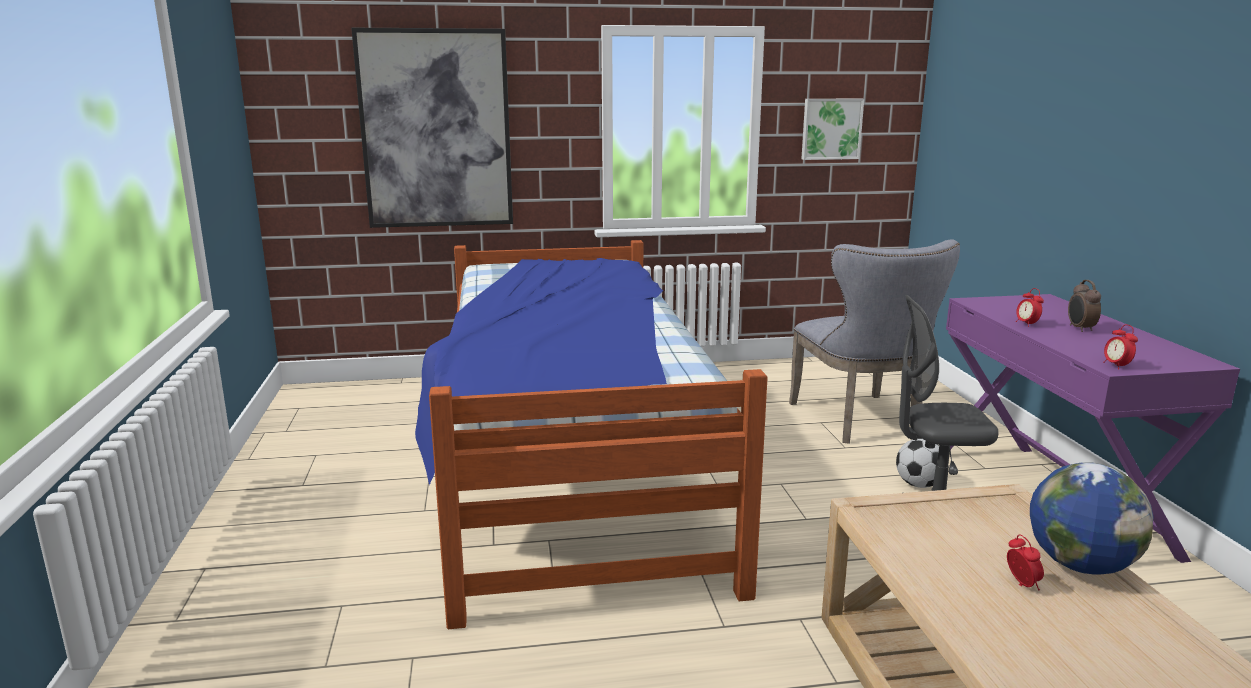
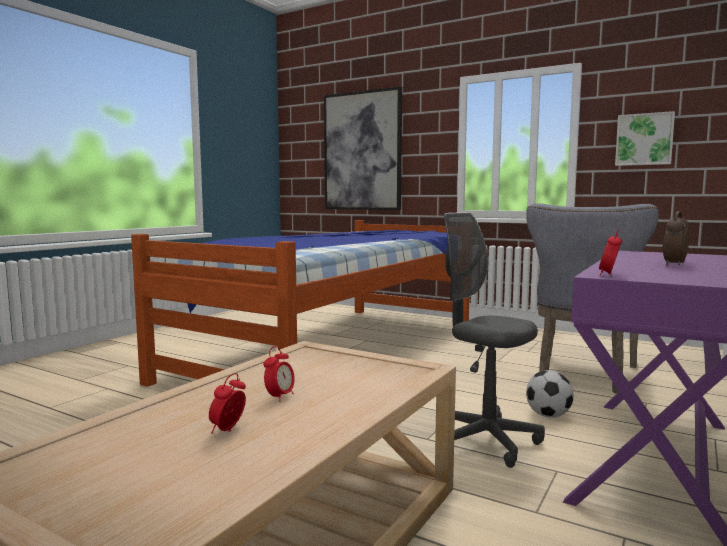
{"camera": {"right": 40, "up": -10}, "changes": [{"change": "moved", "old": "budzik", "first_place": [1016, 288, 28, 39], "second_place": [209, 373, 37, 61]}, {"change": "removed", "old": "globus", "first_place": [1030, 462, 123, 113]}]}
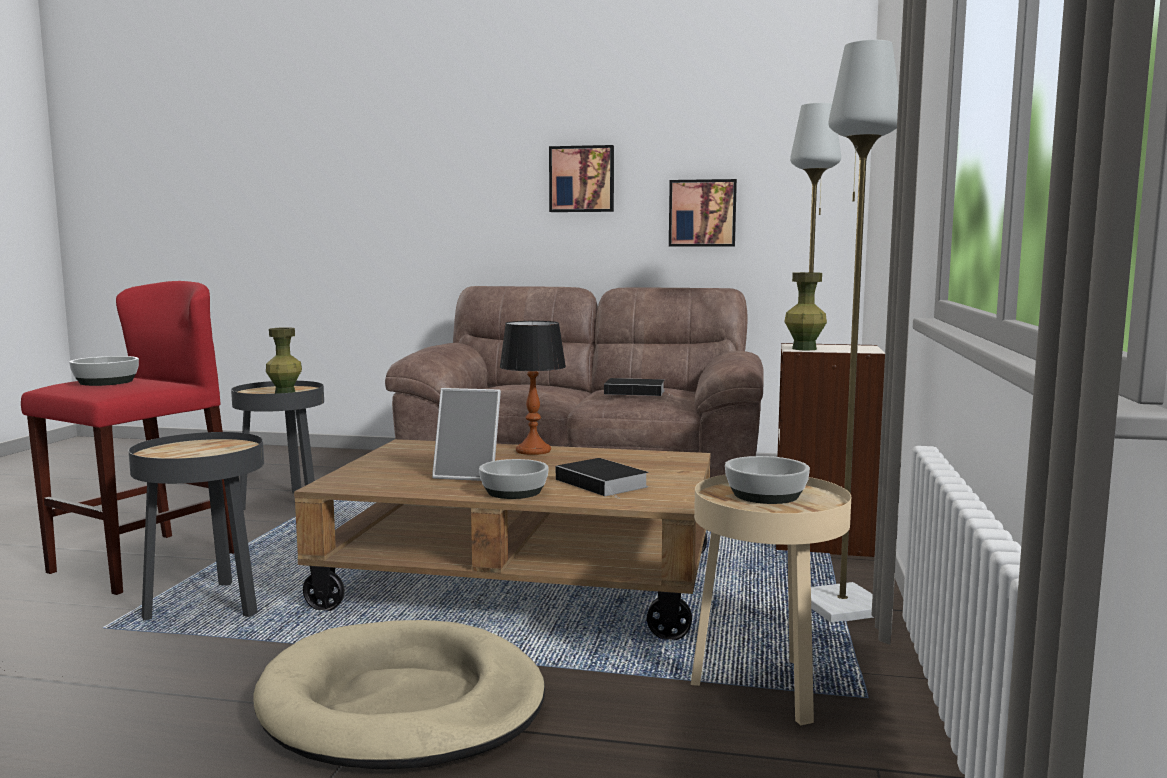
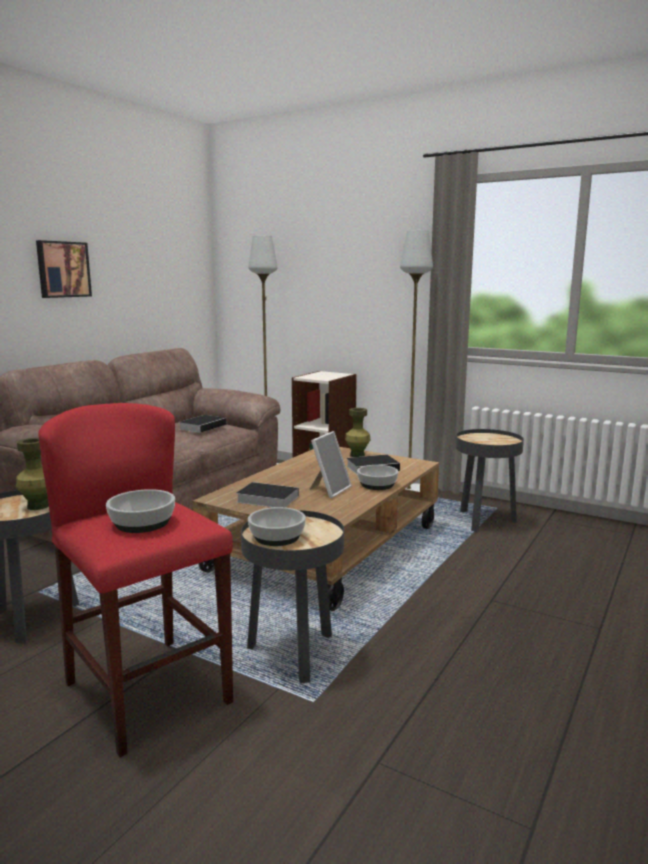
{"camera": {"right": -70, "up": 5}, "changes": [{"change": "removed", "old": "legowisko (beżowy)", "first_place": [253, 620, 292, 150]}, {"change": "removed", "old": "lampa stołowa", "first_place": [499, 321, 67, 134]}, {"change": "removed", "old": "obraz", "first_place": [669, 179, 68, 68]}, {"change": "recoloured", "old": "stolik (beżowy)", "new": "stolik (czarny)", "first_place": [691, 474, 160, 251], "second_place": [455, 429, 69, 104]}, {"change": "moved", "old": "miska", "first_place": [725, 456, 85, 48], "second_place": [248, 507, 58, 39]}, {"change": "moved", "old": "wazon (zielony)", "first_place": [784, 272, 43, 78], "second_place": [345, 408, 25, 49]}, {"change": "added", "new": "książka", "second_place": [237, 482, 62, 26]}]}
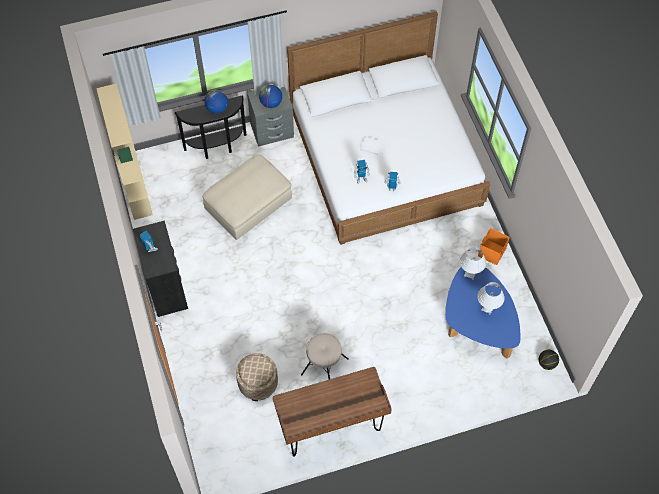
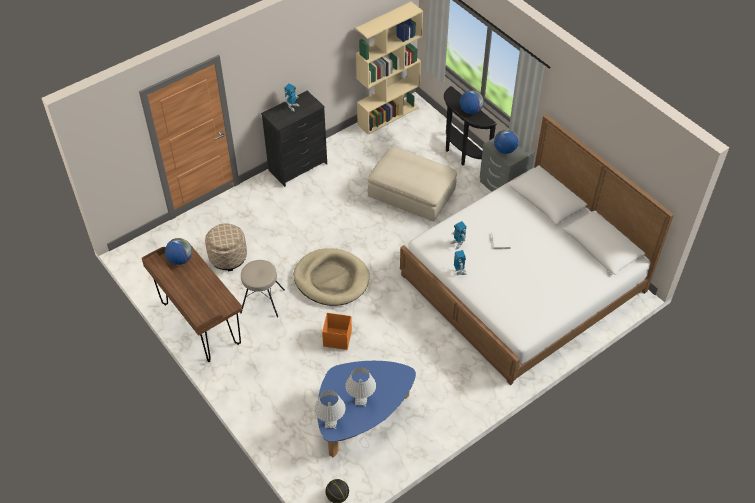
{"camera": {"right": 70, "up": -10}, "changes": [{"change": "moved", "old": "lampa stołowa (biały)", "first_place": [460, 247, 26, 32], "second_place": [314, 390, 32, 39]}, {"change": "moved", "old": "pojemnik do przechowywania (pomarańczowy)", "first_place": [478, 228, 32, 37], "second_place": [322, 313, 30, 37]}, {"change": "added", "new": "globus", "second_place": [165, 238, 27, 27]}, {"change": "added", "new": "legowisko (beżowy)", "second_place": [294, 248, 76, 58]}]}
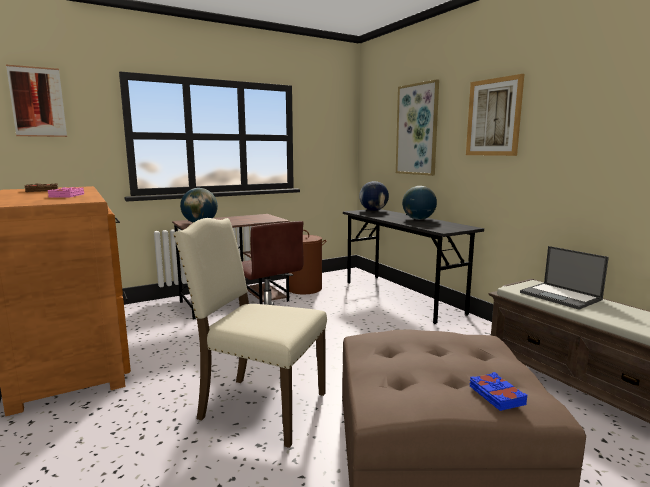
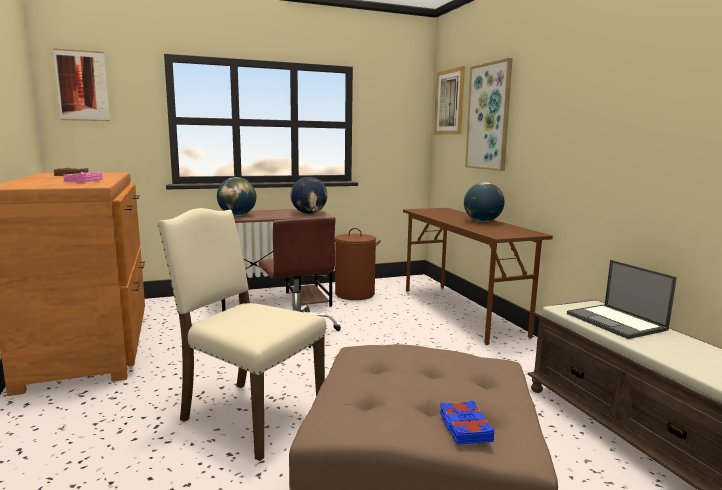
{"camera": {"right": 10, "up": 0}, "changes": [{"change": "recoloured", "old": "biurko (szary)", "new": "biurko (brązowy)", "first_place": [343, 209, 141, 115], "second_place": [403, 208, 150, 137]}, {"change": "moved", "old": "globus", "first_place": [359, 181, 30, 30], "second_place": [290, 177, 38, 37]}, {"change": "moved", "old": "obraz", "first_place": [466, 74, 58, 82], "second_place": [434, 66, 31, 68]}]}
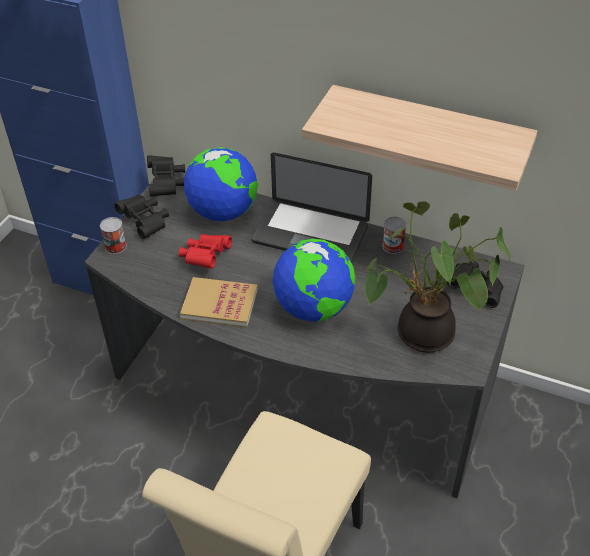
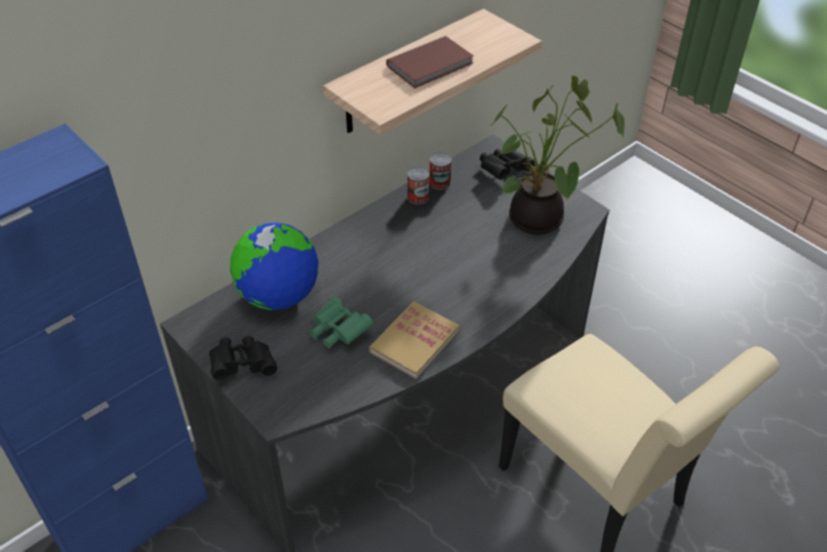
{"camera": {"right": -65, "up": 0}, "changes": [{"change": "moved", "old": "puszka", "first_place": [100, 217, 27, 37], "second_place": [429, 152, 23, 38]}, {"change": "removed", "old": "lornetka (czarny)", "first_place": [147, 155, 38, 42]}, {"change": "recoloured", "old": "lornetka (czerwony)", "new": "lornetka (zielony)", "first_place": [179, 234, 53, 35], "second_place": [309, 296, 65, 53]}, {"change": "removed", "old": "laptop", "first_place": [251, 152, 121, 111]}, {"change": "removed", "old": "globus", "first_place": [272, 239, 83, 83]}, {"change": "added", "new": "książka (brązowy)", "second_place": [386, 36, 88, 52]}]}
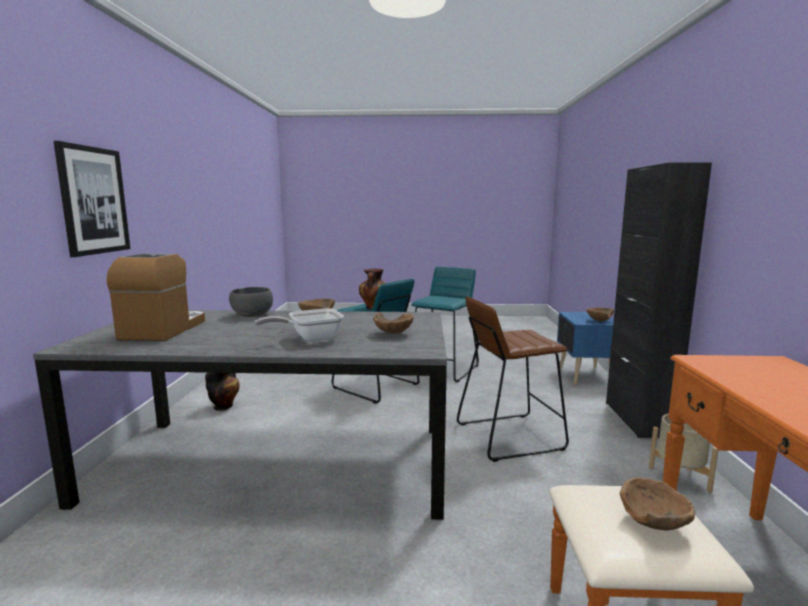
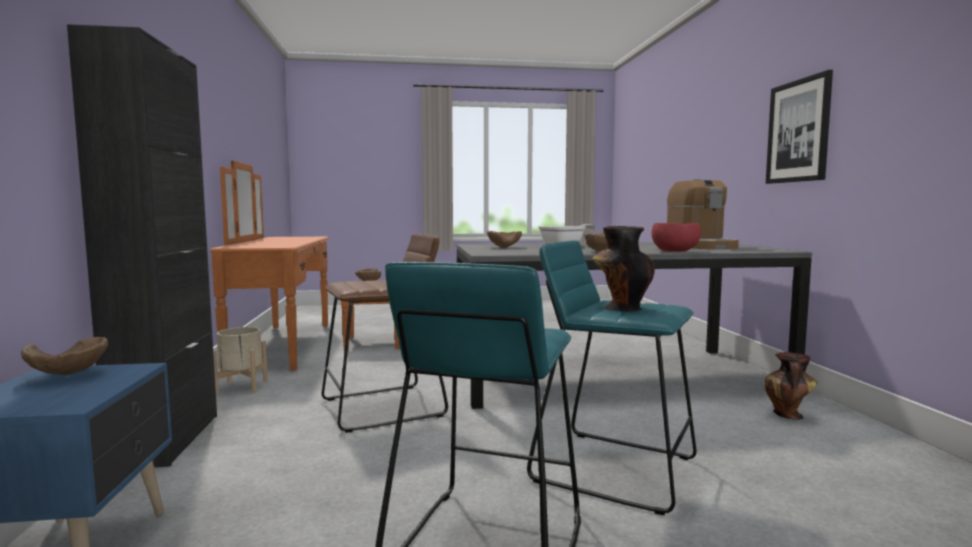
{"camera": {"right": 170, "up": -5}, "changes": [{"change": "recoloured", "old": "miska (szary)", "new": "miska (czerwony)", "first_place": [229, 287, 44, 30], "second_place": [651, 223, 50, 29]}]}
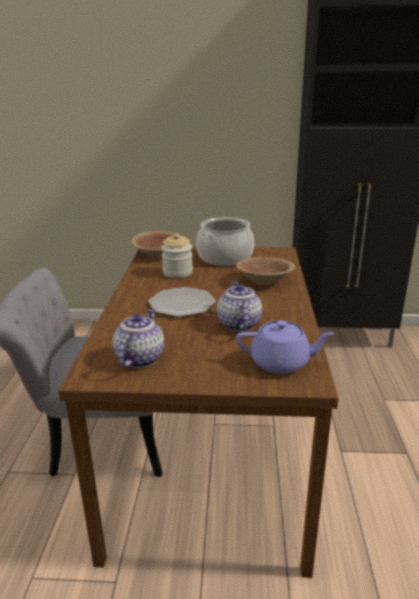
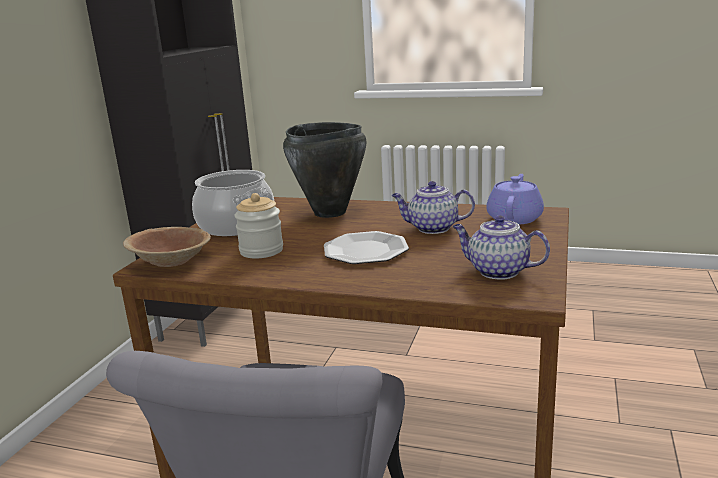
{"camera": {"right": -75, "up": -5}, "changes": [{"change": "replaced", "old": "miska (brązowy)", "new": "garnek (czarny)", "first_place": [236, 257, 59, 28], "second_place": [283, 122, 84, 96]}]}
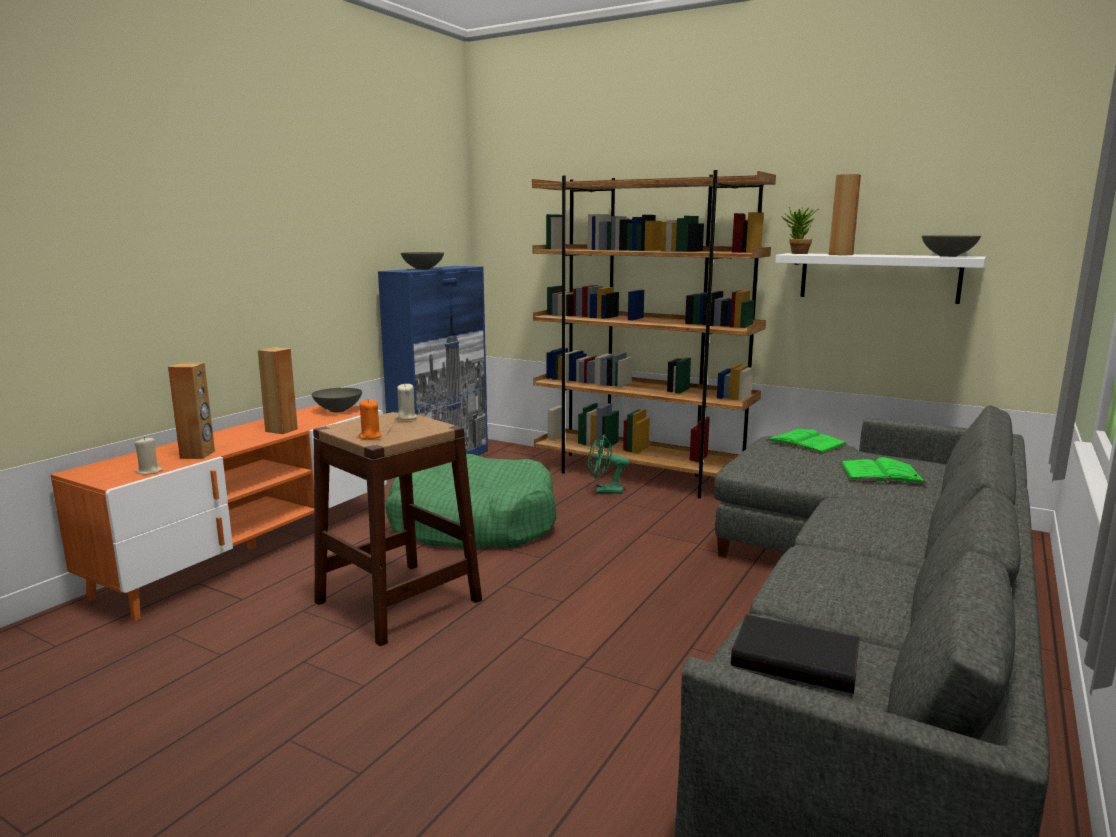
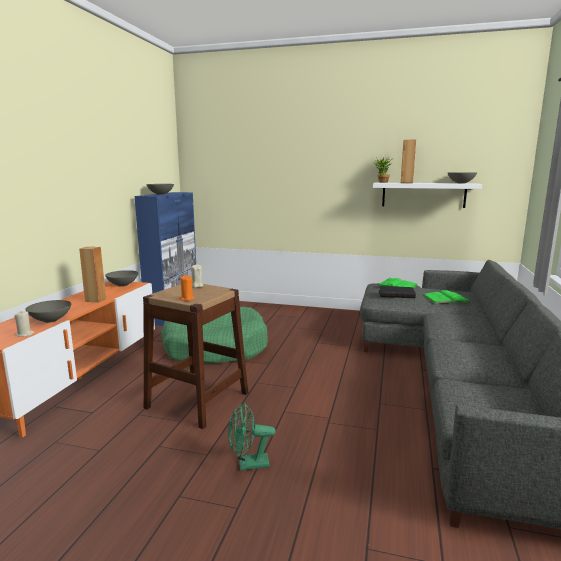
{"camera": {"right": -15, "up": 0}, "changes": [{"change": "replaced", "old": "głośnik (brązowy)", "new": "miska (szary)", "first_place": [168, 363, 47, 96], "second_place": [25, 300, 46, 23]}, {"change": "removed", "old": "regał (brązowy)", "first_place": [532, 170, 244, 328]}, {"change": "moved", "old": "wentylator (zielony)", "first_place": [588, 435, 42, 59], "second_place": [228, 402, 48, 69]}, {"change": "moved", "old": "książka (czarny)", "first_place": [731, 614, 129, 80], "second_place": [379, 286, 37, 12]}]}
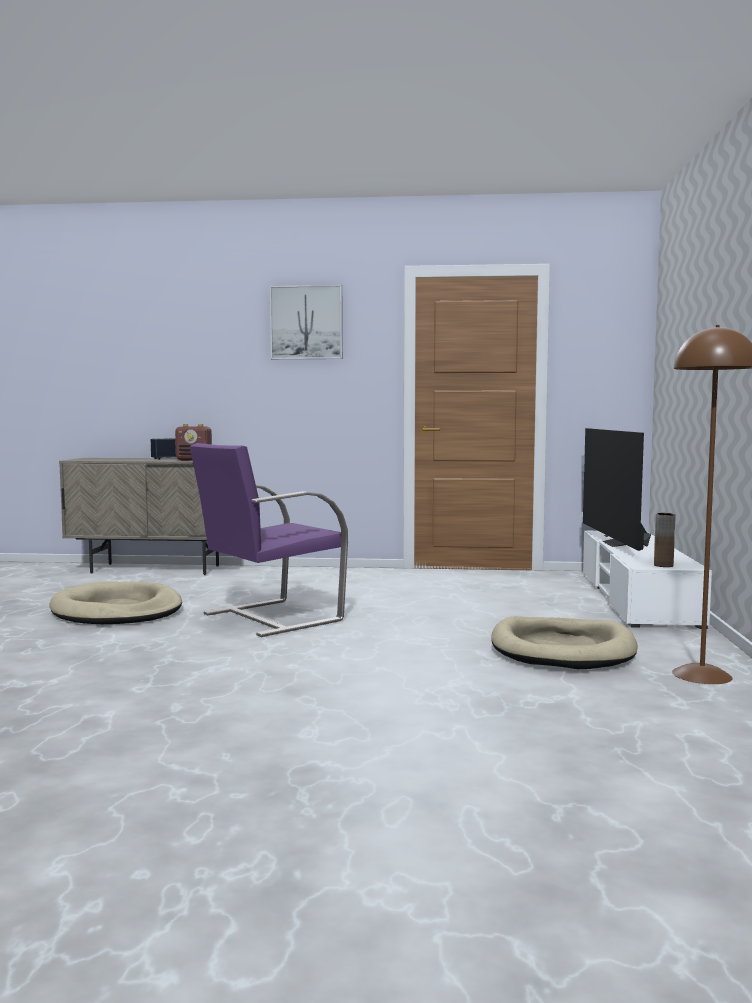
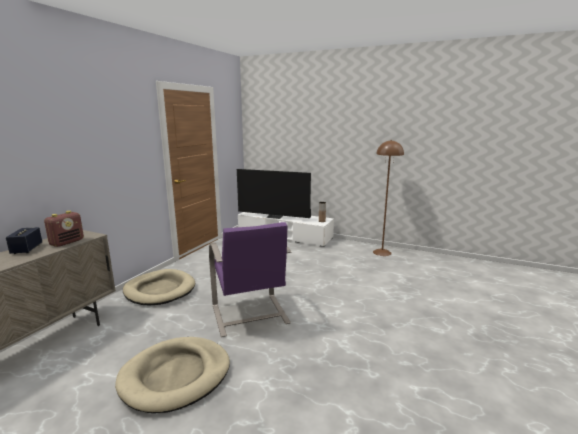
{"camera": {"right": -70, "up": 10}, "changes": [{"change": "removed", "old": "obraz", "first_place": [270, 285, 73, 74]}, {"change": "moved", "old": "legowisko (beżowy)", "first_place": [491, 616, 147, 53], "second_place": [123, 269, 72, 36]}]}
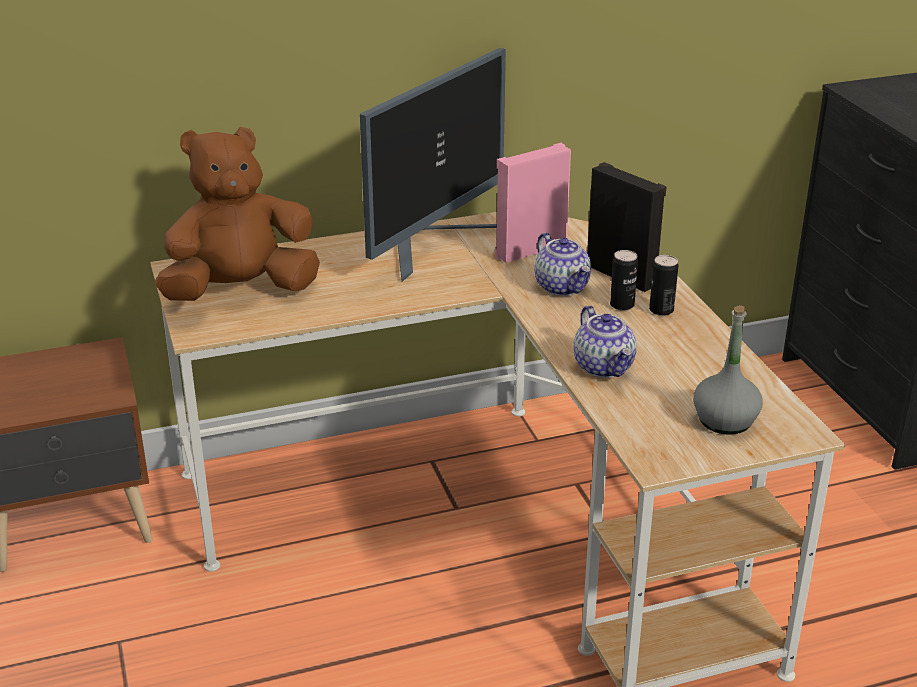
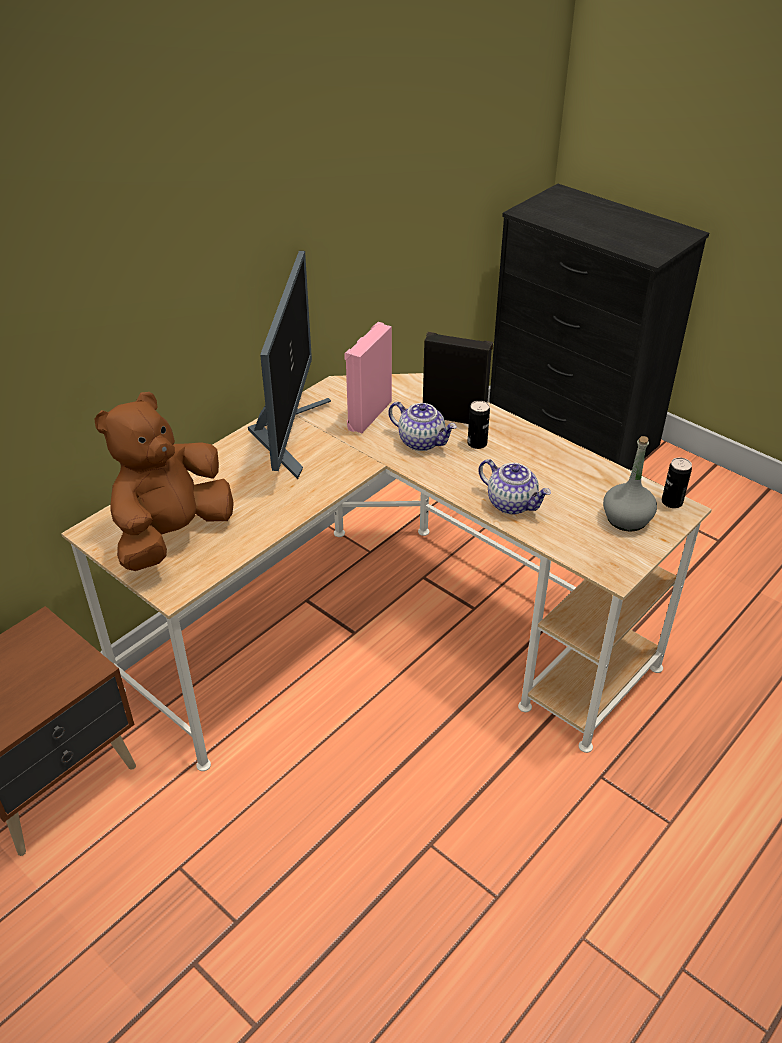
{"camera": {"right": -30, "up": 10}, "changes": [{"change": "moved", "old": "puszka", "first_place": [649, 255, 29, 61], "second_place": [662, 458, 30, 50]}]}
